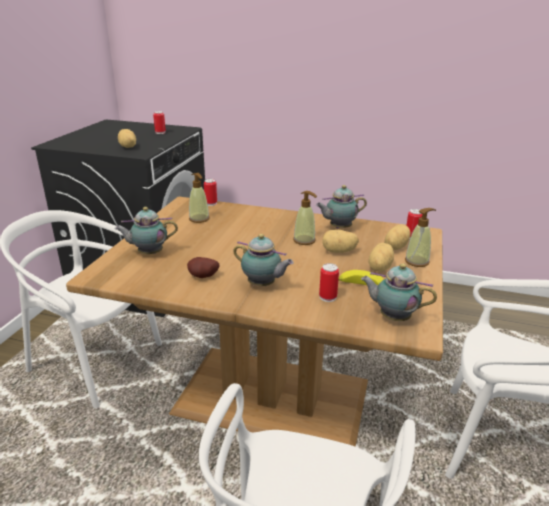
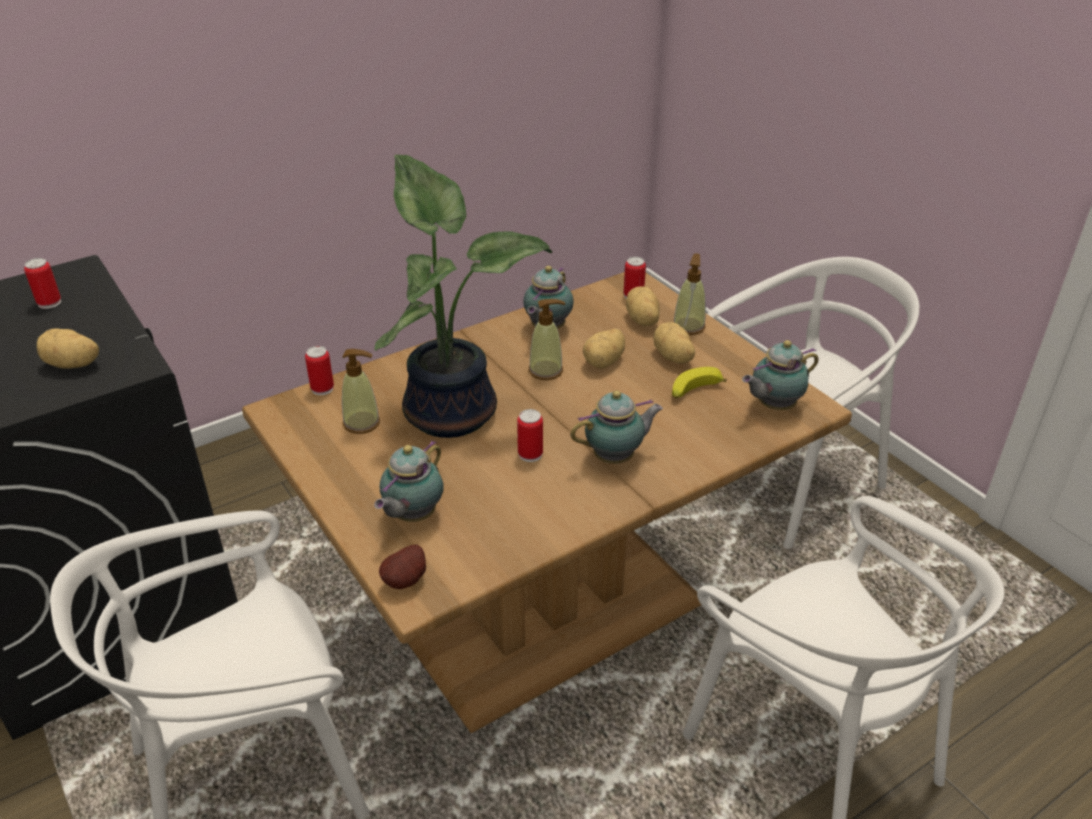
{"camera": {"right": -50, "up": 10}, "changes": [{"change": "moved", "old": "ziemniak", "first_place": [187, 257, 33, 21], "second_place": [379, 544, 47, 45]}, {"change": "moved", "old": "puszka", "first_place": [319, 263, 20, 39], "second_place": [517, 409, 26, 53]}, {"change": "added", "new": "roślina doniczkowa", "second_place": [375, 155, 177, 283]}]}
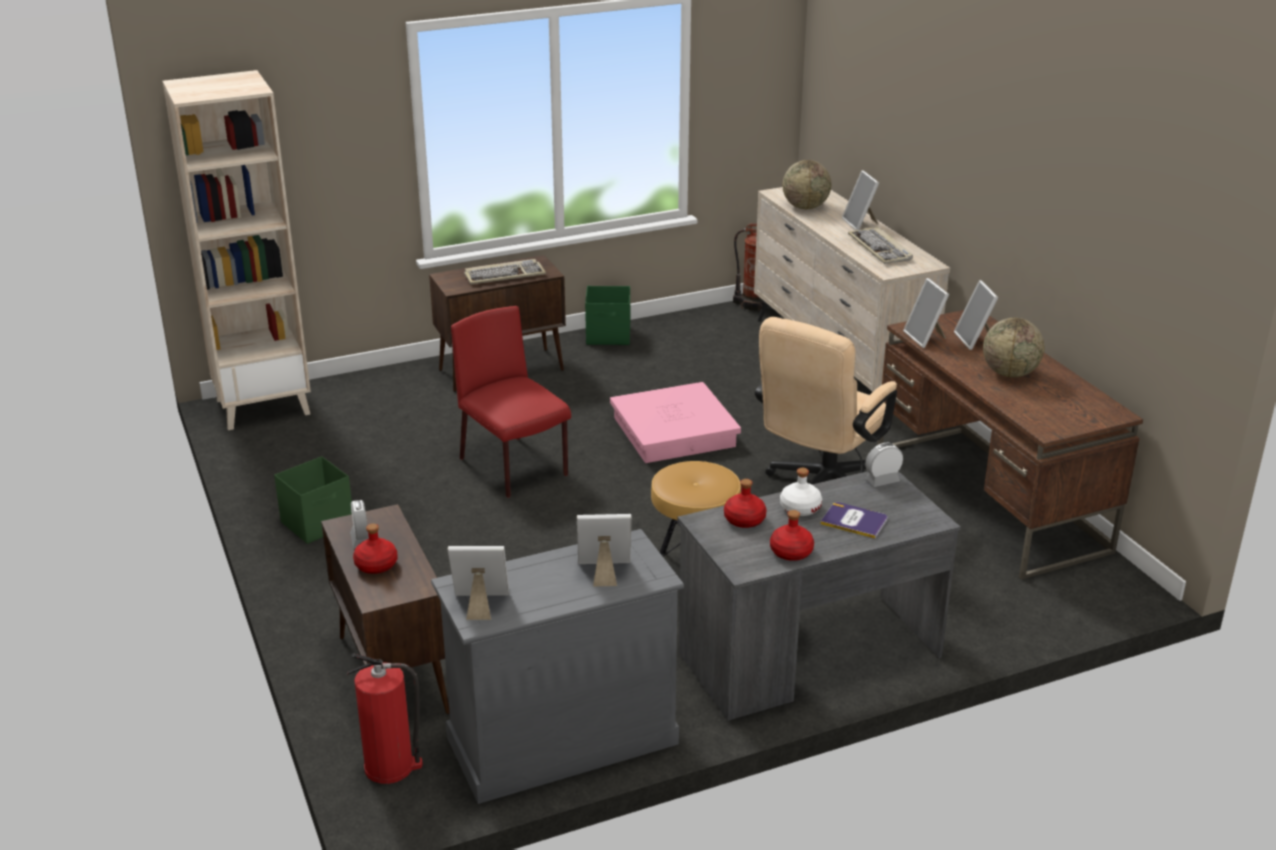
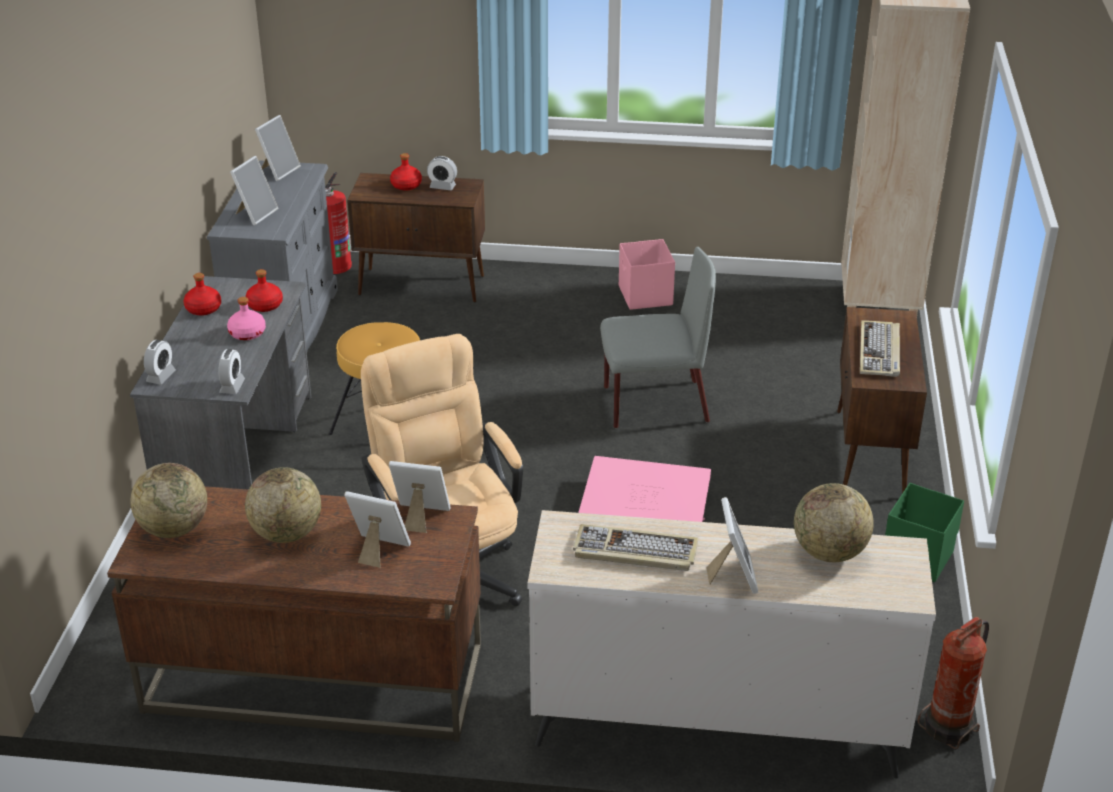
{"camera": {"right": 120, "up": 5}, "changes": [{"change": "recoloured", "old": "pojemnik do przechowywania (zielony)", "new": "pojemnik do przechowywania (różowy)", "first_place": [274, 456, 78, 88], "second_place": [619, 239, 56, 71]}, {"change": "recoloured", "old": "krzesło (czerwony)", "new": "krzesło (szary)", "first_place": [451, 306, 120, 192], "second_place": [600, 247, 116, 181]}, {"change": "recoloured", "old": "butelka (biały)", "new": "butelka (różowy)", "first_place": [780, 468, 42, 48], "second_place": [227, 297, 39, 43]}, {"change": "removed", "old": "książka", "first_place": [820, 502, 67, 37]}, {"change": "turned", "old": "ramka na zdjęcie", "first_place": [842, 170, 37, 60], "second_place": [706, 497, 52, 97], "degrees": 75}, {"change": "added", "new": "globus", "second_place": [130, 463, 77, 75]}, {"change": "added", "new": "budzik", "second_place": [144, 340, 32, 45]}]}
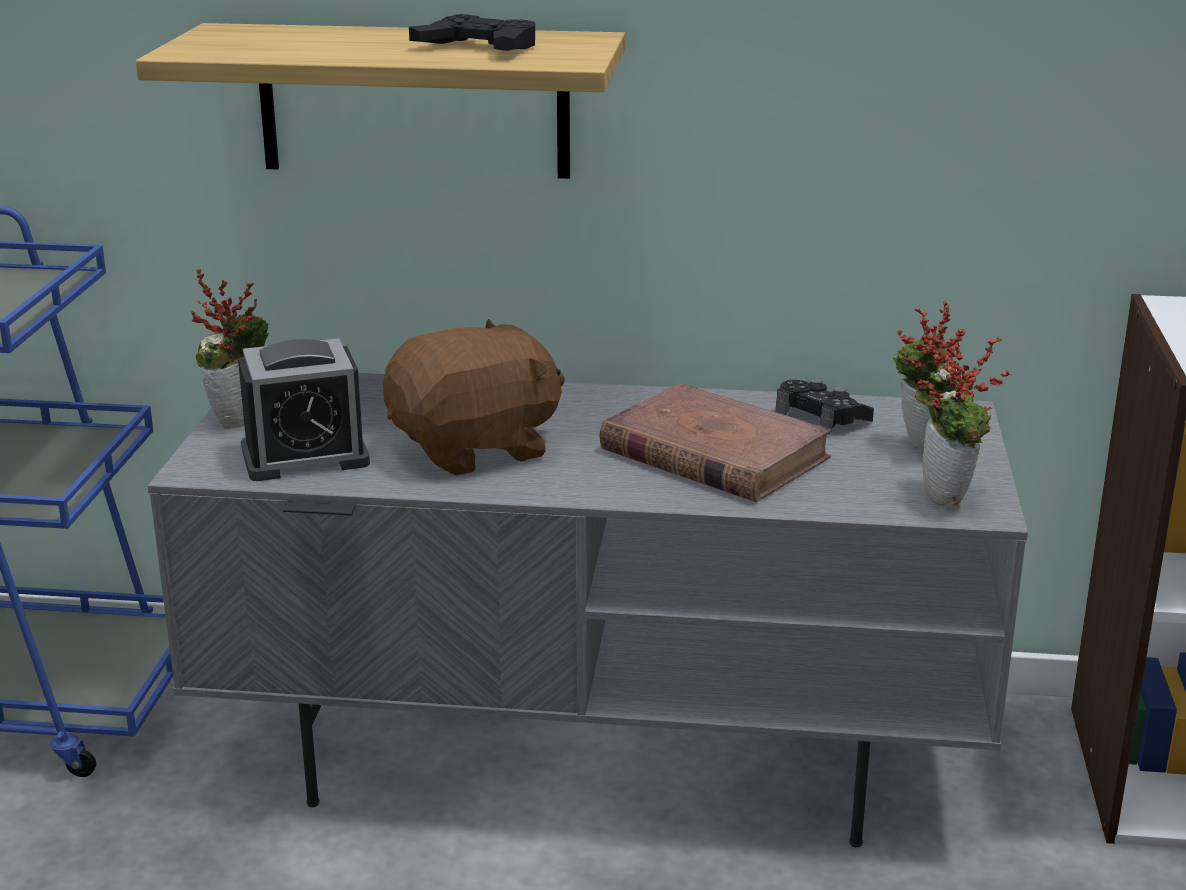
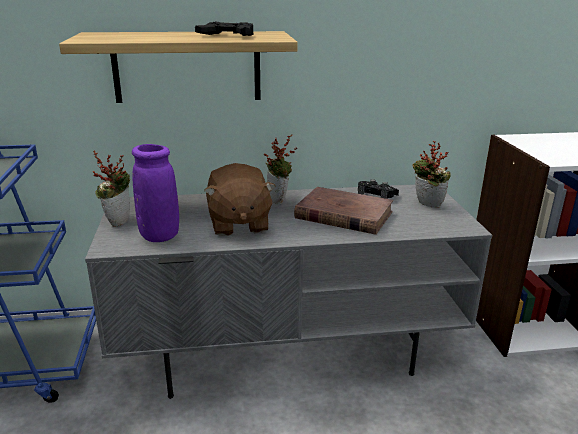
{"camera": {"right": -15, "up": 0}, "changes": [{"change": "replaced", "old": "budzik", "new": "wazon (fioletowy)", "first_place": [238, 338, 132, 143], "second_place": [132, 144, 47, 98]}, {"change": "turned", "old": "pluszak (brązowy)", "first_place": [383, 319, 182, 157], "second_place": [204, 163, 72, 73], "degrees": 120}, {"change": "moved", "old": "roślina doniczkowa", "first_place": [922, 337, 89, 172], "second_place": [264, 134, 34, 70]}]}
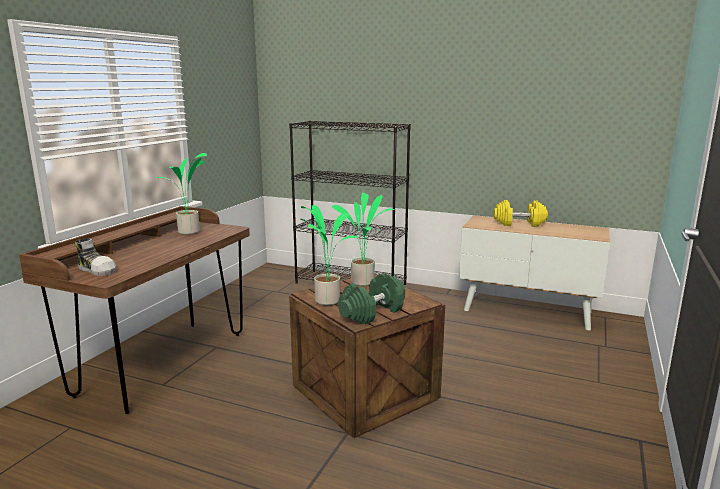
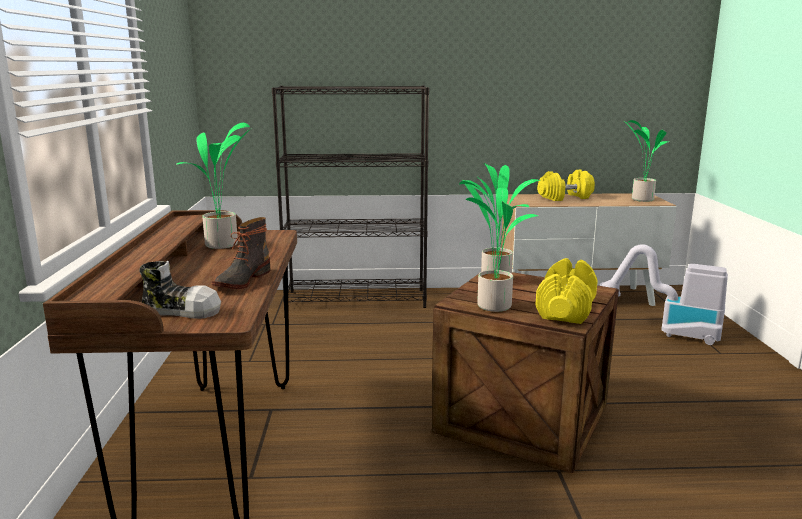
{"camera": {"right": -25, "up": 0}, "changes": [{"change": "recoloured", "old": "hantel (zielony)", "new": "hantel (żółty)", "first_place": [338, 273, 67, 51], "second_place": [535, 258, 63, 66]}, {"change": "added", "new": "but z cholewką", "second_place": [212, 217, 59, 72]}, {"change": "added", "new": "odkurzacz", "second_place": [600, 244, 128, 101]}, {"change": "added", "new": "roślina doniczkowa", "second_place": [624, 120, 44, 82]}]}
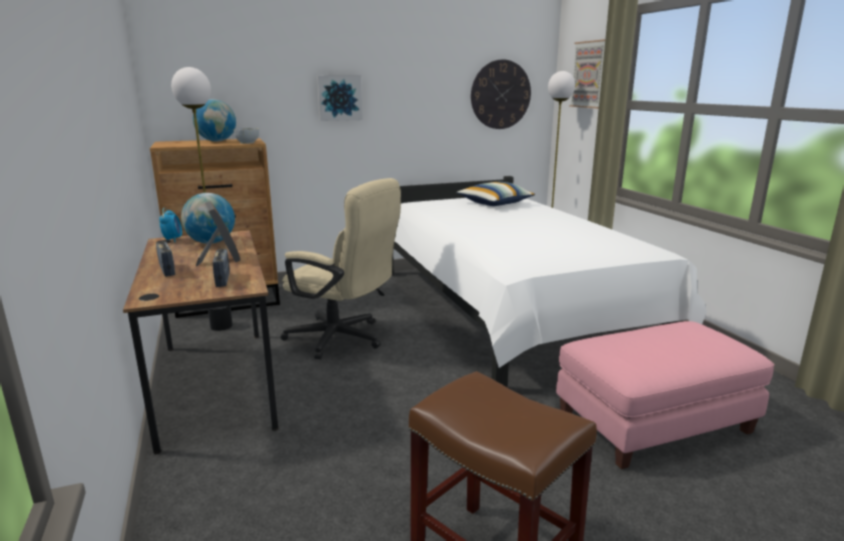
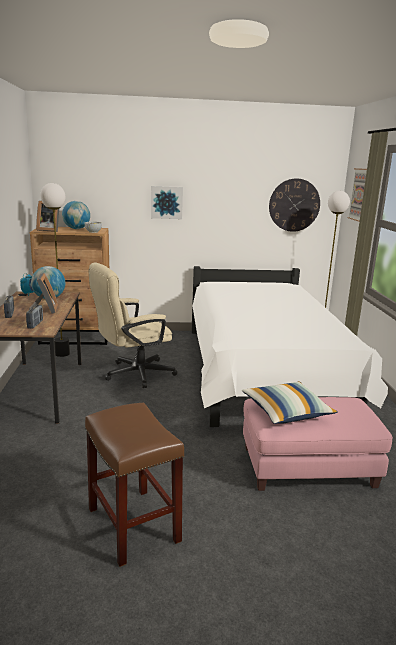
{"camera": {"right": 15, "up": 0}, "changes": [{"change": "turned", "old": "krzesło biurowe (beżowy)", "first_place": [280, 178, 121, 182], "second_place": [89, 263, 89, 125], "degrees": 105}, {"change": "moved", "old": "poduszka", "first_place": [456, 182, 79, 24], "second_place": [242, 381, 96, 43]}, {"change": "added", "new": "ramka na zdjęcie", "second_place": [36, 201, 23, 31]}]}
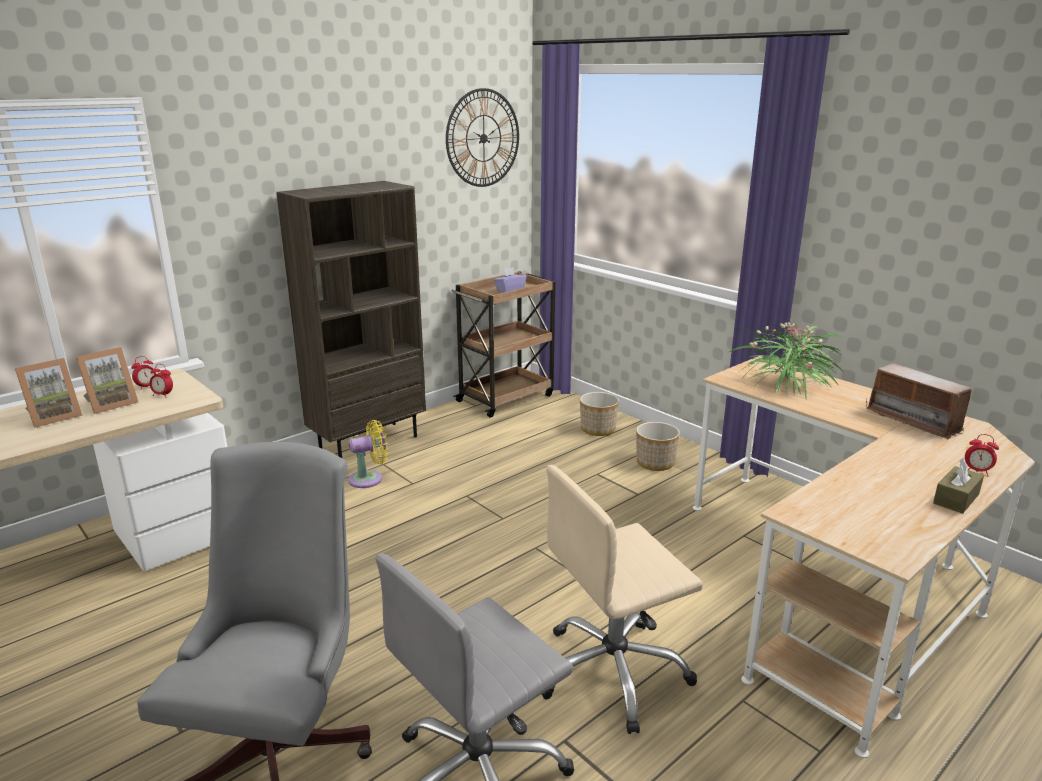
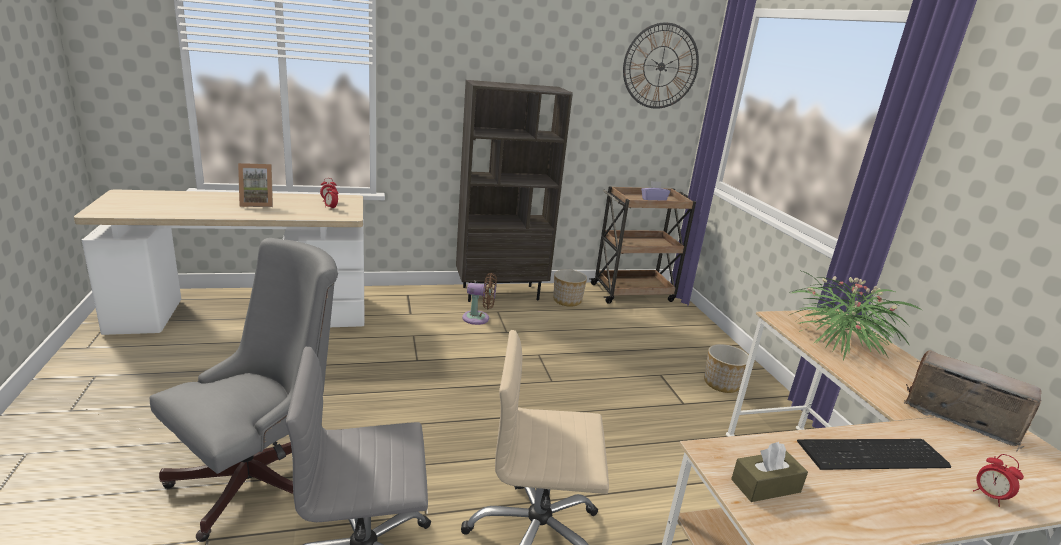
{"camera": {"right": 25, "up": 0}, "changes": [{"change": "removed", "old": "ramka na zdjęcie", "first_place": [76, 347, 62, 67]}, {"change": "recoloured", "old": "wentylator (żółty)", "new": "wentylator (brązowy)", "first_place": [348, 420, 40, 68], "second_place": [462, 273, 35, 52]}, {"change": "moved", "old": "donica", "first_place": [580, 392, 39, 44], "second_place": [553, 269, 34, 38]}, {"change": "turned", "old": "radio", "first_place": [866, 363, 110, 77], "second_place": [904, 350, 138, 100], "degrees": 135}, {"change": "moved", "old": "pudełko chusteczek (brązowy)", "first_place": [933, 458, 51, 56], "second_place": [731, 442, 77, 60]}, {"change": "added", "new": "klawiatura", "second_place": [797, 439, 154, 31]}]}
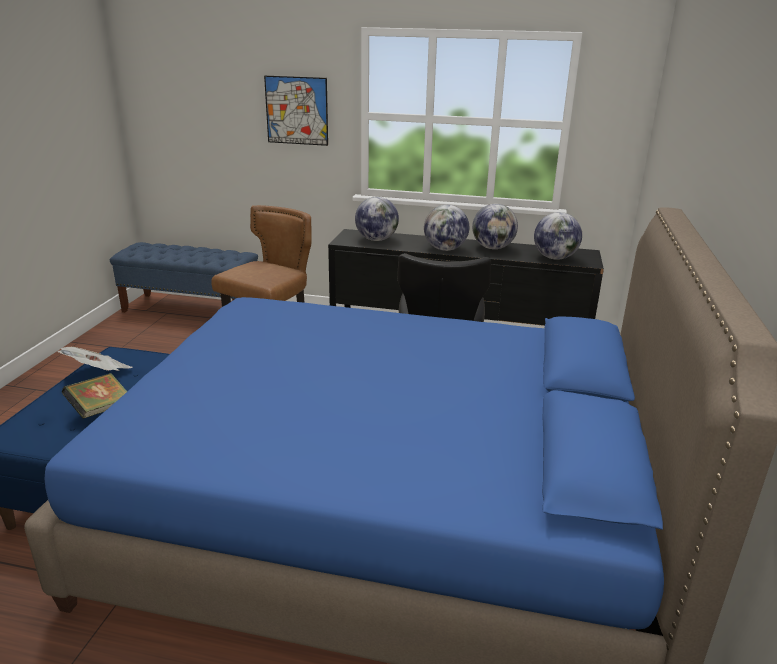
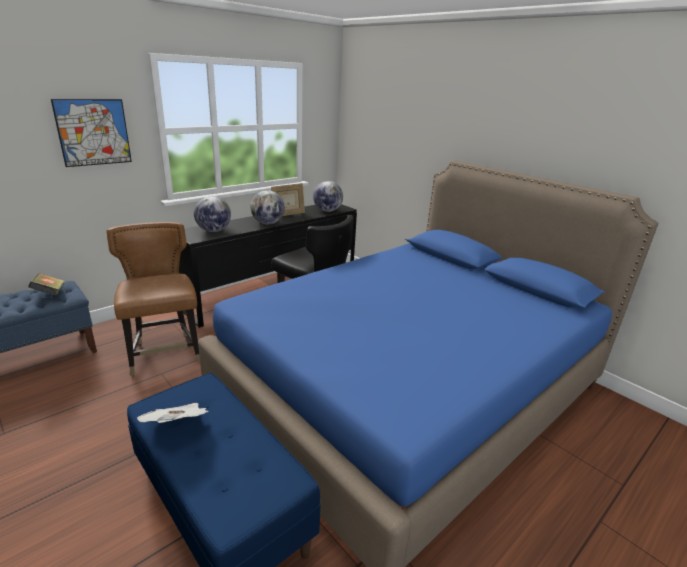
{"camera": {"right": -55, "up": 0}, "changes": [{"change": "moved", "old": "książka", "first_place": [61, 373, 66, 46], "second_place": [28, 273, 37, 22]}, {"change": "replaced", "old": "globus", "new": "ramka na zdjęcie", "first_place": [472, 204, 46, 45], "second_place": [271, 183, 34, 33]}]}
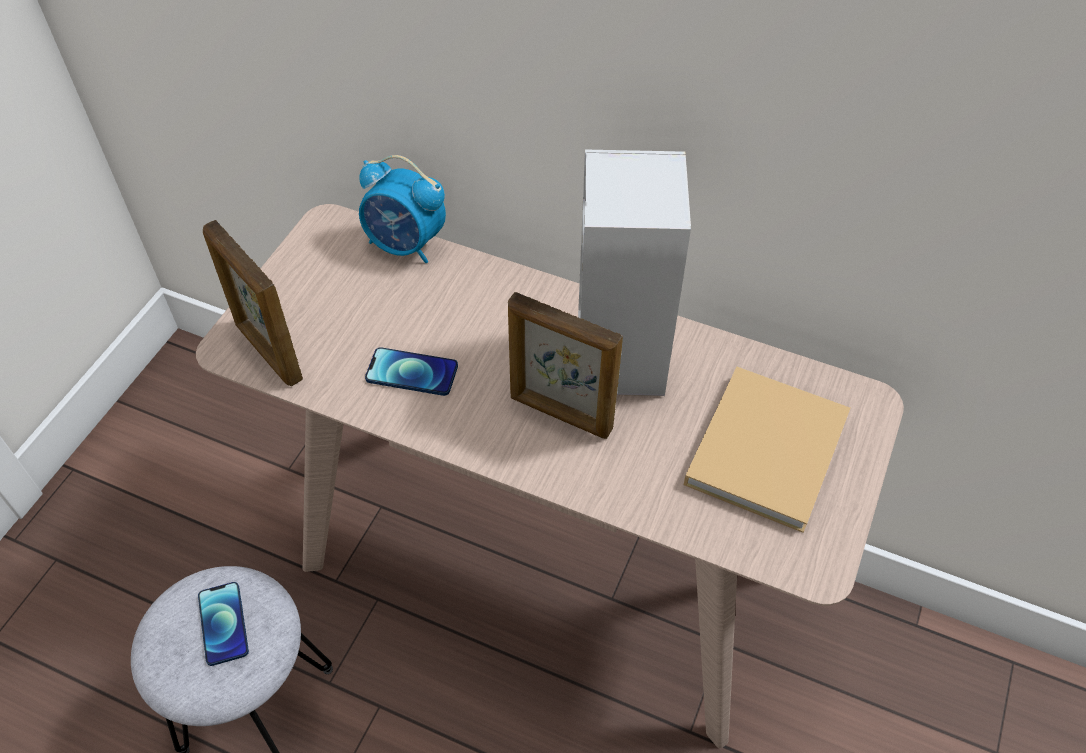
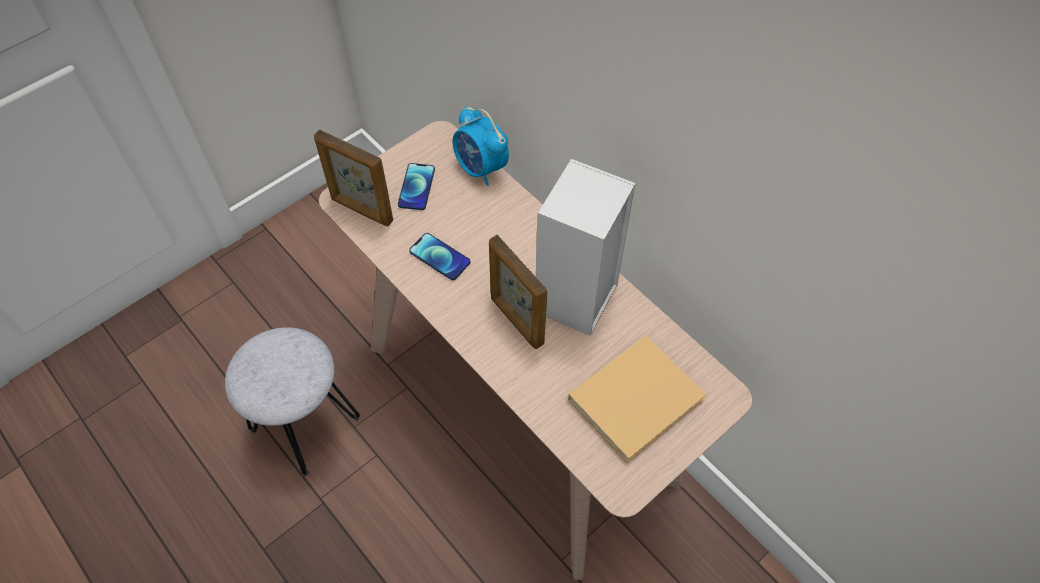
{"camera": {"right": 25, "up": 5}, "changes": [{"change": "moved", "old": "telefon", "first_place": [198, 582, 51, 84], "second_place": [398, 163, 37, 47]}, {"change": "turned", "old": "ramka na zdjęcie", "first_place": [203, 220, 100, 166], "second_place": [314, 129, 79, 97], "degrees": -45}]}
